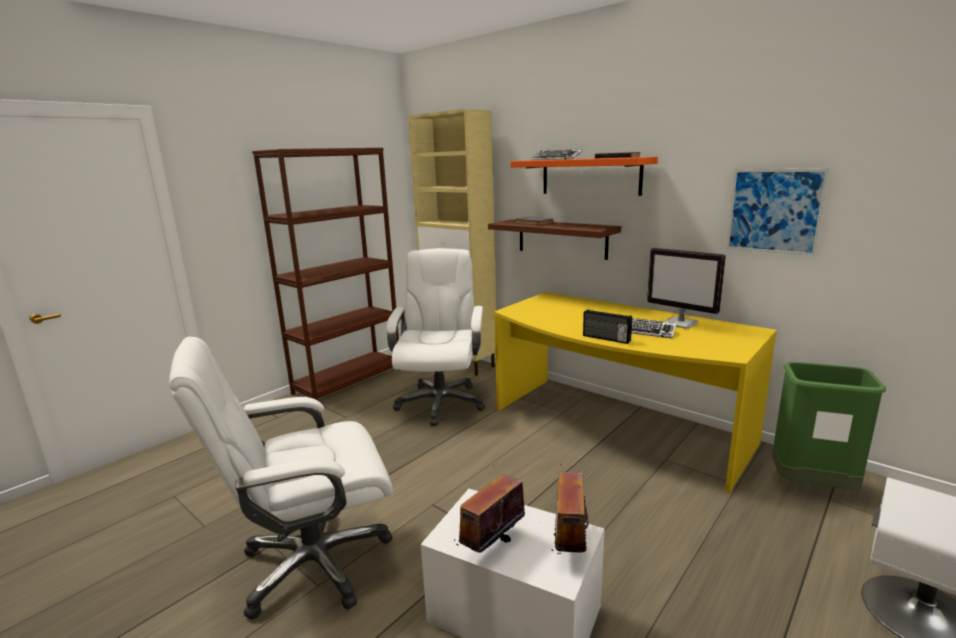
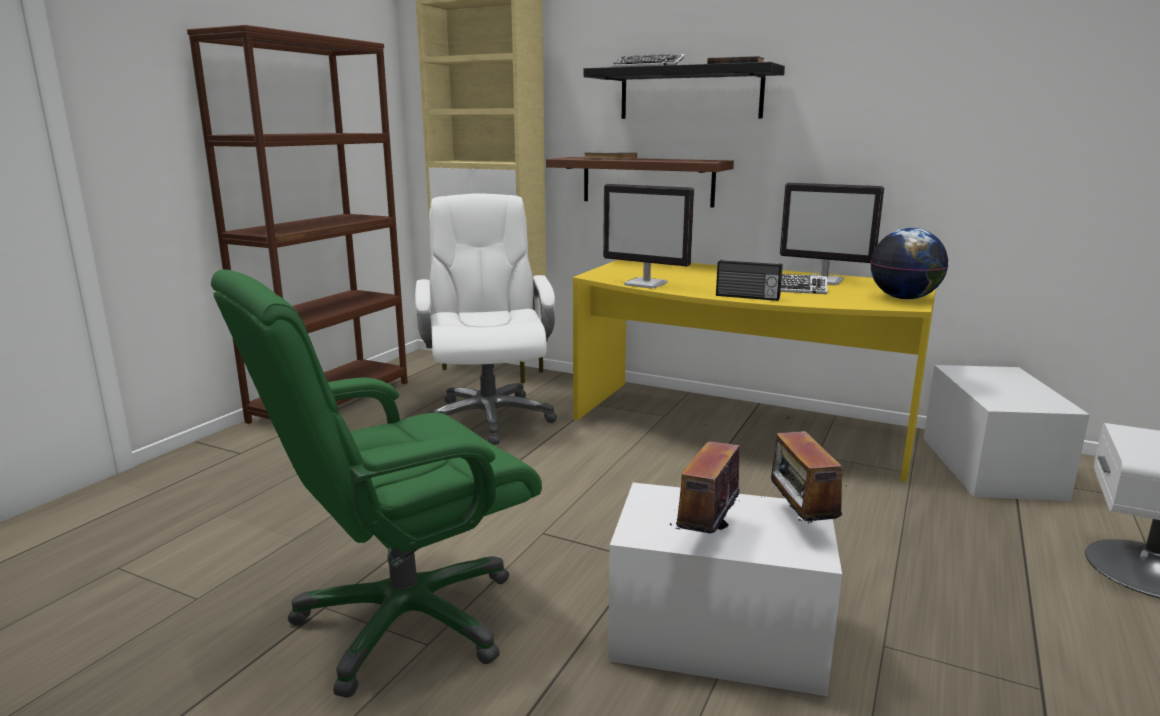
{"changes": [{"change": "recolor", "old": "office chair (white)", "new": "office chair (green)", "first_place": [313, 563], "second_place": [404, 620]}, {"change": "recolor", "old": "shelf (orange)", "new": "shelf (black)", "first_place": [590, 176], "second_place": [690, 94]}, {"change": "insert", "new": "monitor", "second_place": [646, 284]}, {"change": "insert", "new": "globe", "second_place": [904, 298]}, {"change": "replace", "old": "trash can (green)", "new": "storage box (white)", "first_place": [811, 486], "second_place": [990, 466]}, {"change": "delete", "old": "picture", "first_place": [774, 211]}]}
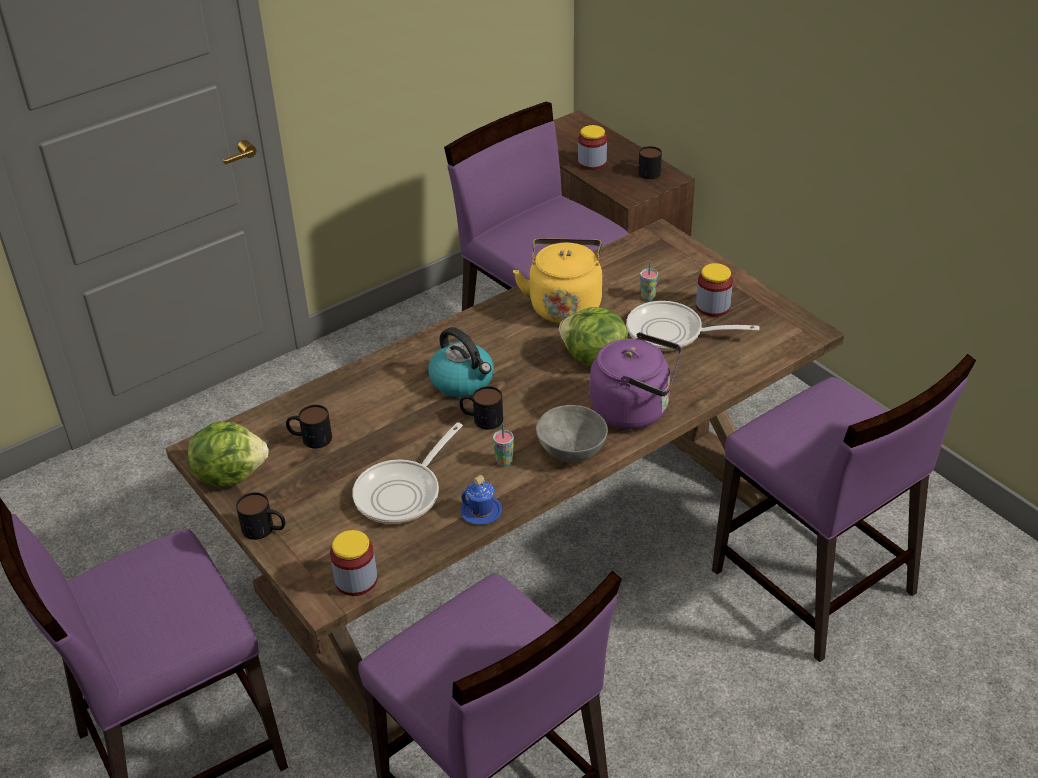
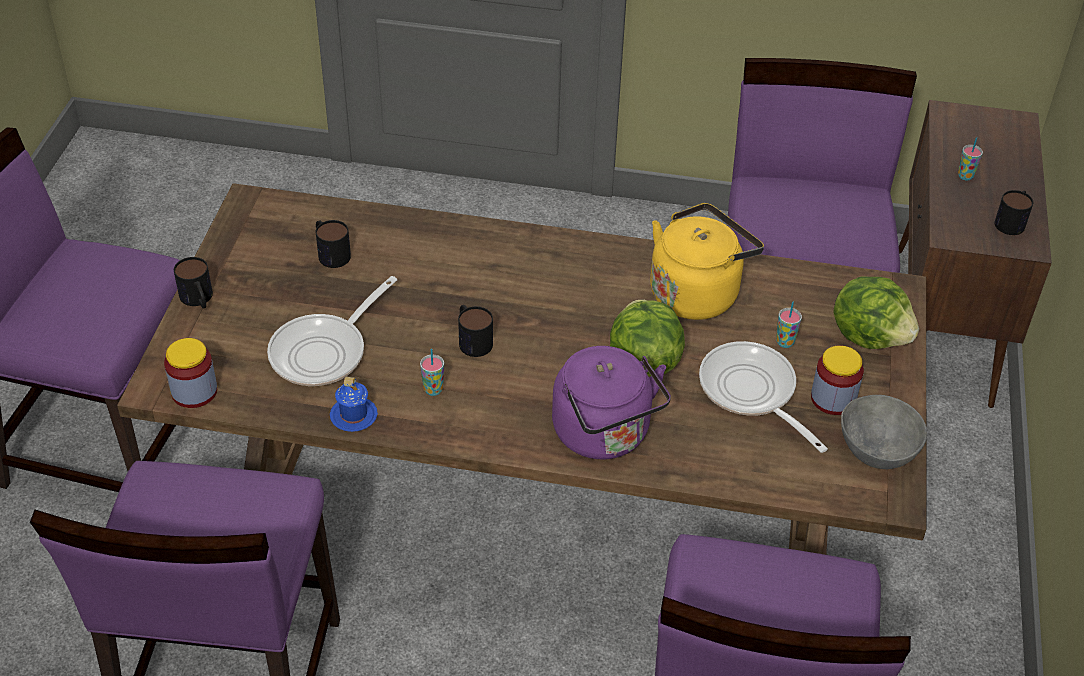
{"changes": [{"change": "rotate", "old": "frying pan", "first_place": [403, 493], "second_place": [324, 351], "degrees": -45}, {"change": "move", "old": "lettuce", "first_place": [230, 474], "second_place": [870, 336]}, {"change": "move", "old": "bowl (grey)", "first_place": [570, 450], "second_place": [876, 450]}, {"change": "replace", "old": "jar", "new": "cup", "first_place": [592, 163], "second_place": [965, 176]}, {"change": "delete", "old": "kettle", "first_place": [463, 381]}]}
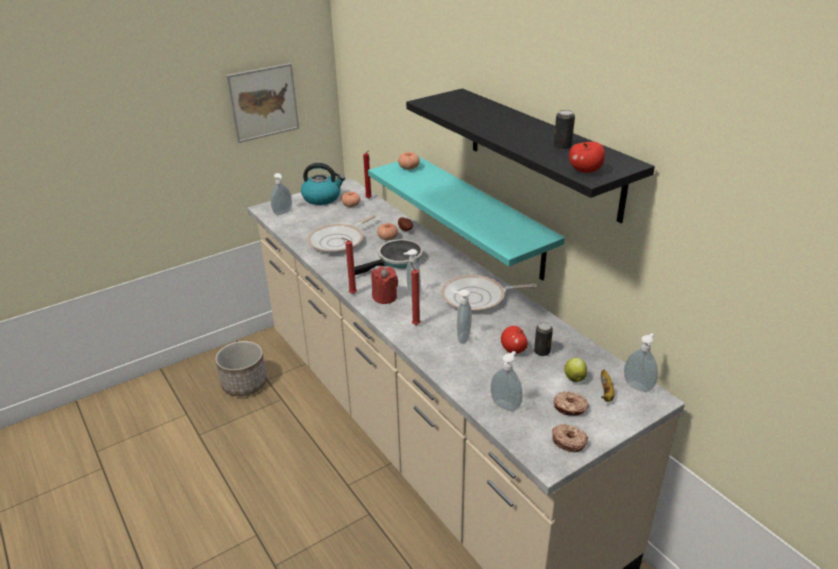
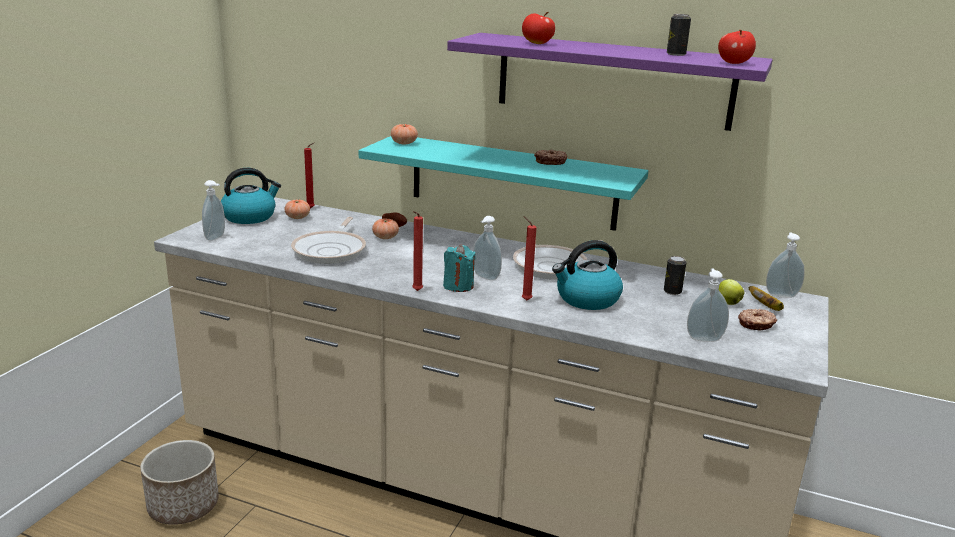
{"changes": [{"change": "recolor", "old": "candle (red)", "new": "candle (turquoise)", "first_place": [385, 297], "second_place": [458, 286]}, {"change": "recolor", "old": "shelf (black)", "new": "shelf (purple)", "first_place": [543, 152], "second_place": [613, 80]}, {"change": "move", "old": "apple", "first_place": [513, 350], "second_place": [537, 43]}, {"change": "move", "old": "donut", "first_place": [569, 441], "second_place": [550, 162]}, {"change": "replace", "old": "soap dispenser", "new": "kettle", "first_place": [462, 338], "second_place": [587, 299]}, {"change": "delete", "old": "picture", "first_place": [263, 102]}, {"change": "delete", "old": "frying pan", "first_place": [397, 261]}]}
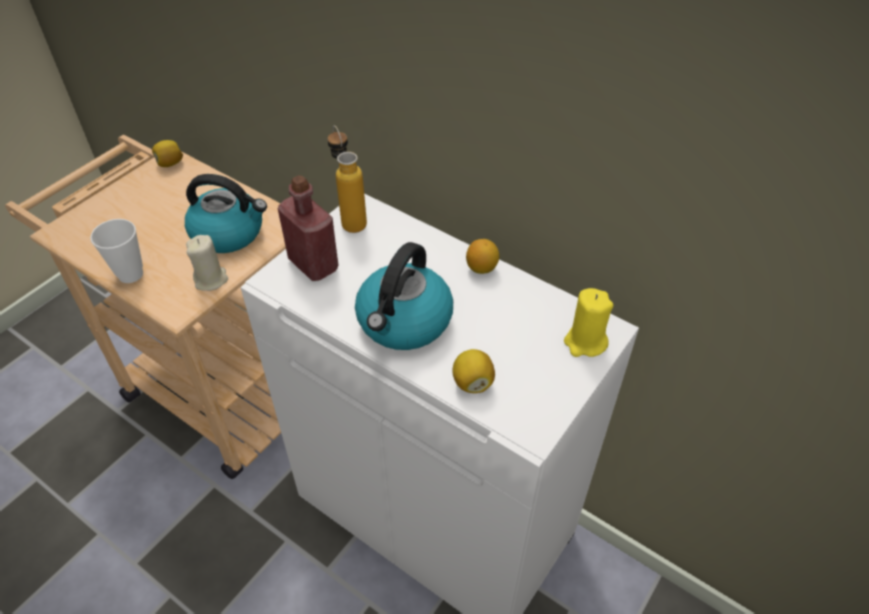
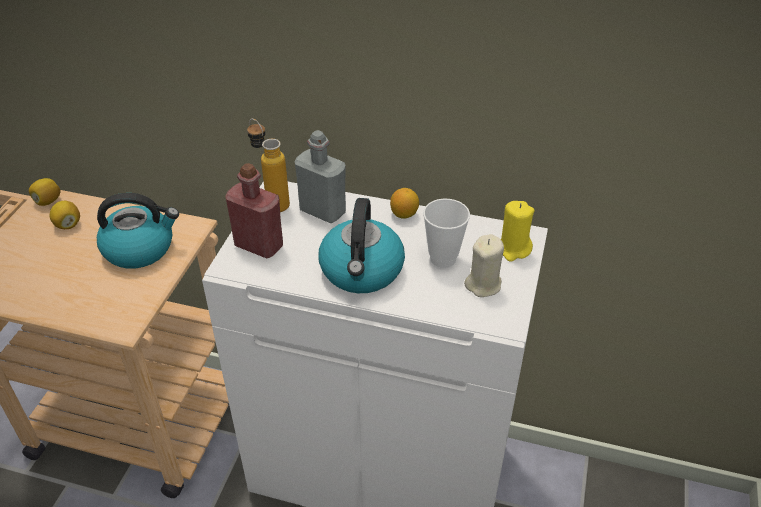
{"changes": [{"change": "move", "old": "lemon", "first_place": [472, 382], "second_place": [68, 224]}, {"change": "insert", "new": "bottle (grey)", "second_place": [323, 211]}, {"change": "move", "old": "cup", "first_place": [130, 274], "second_place": [443, 258]}, {"change": "move", "old": "candle (beige)", "first_place": [211, 279], "second_place": [483, 284]}]}
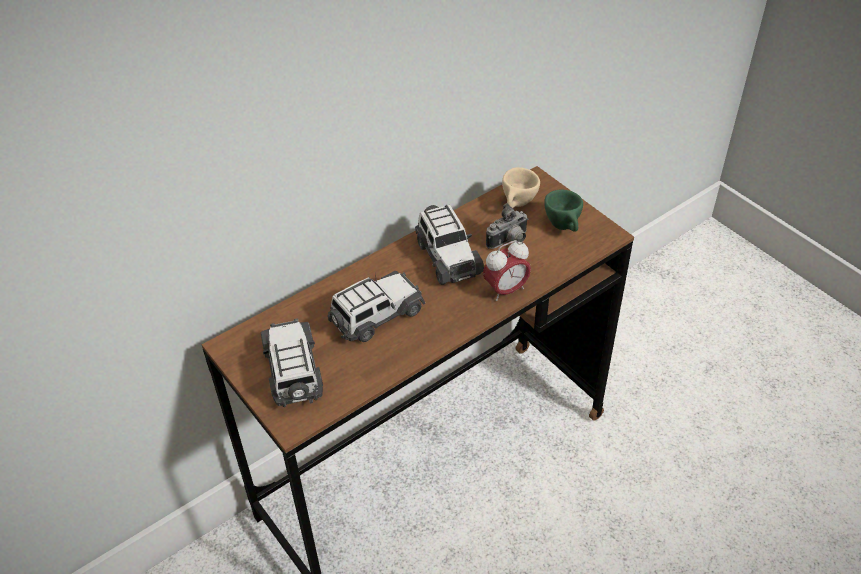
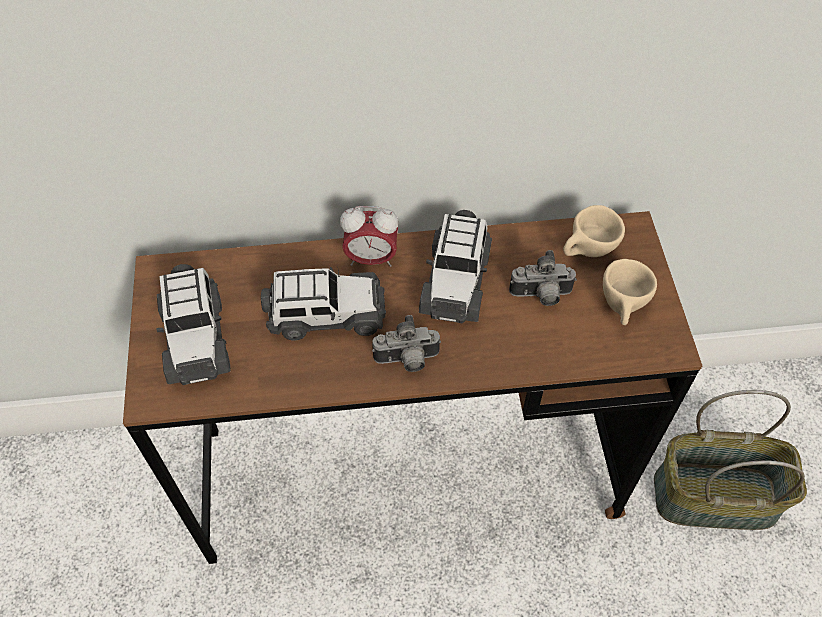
{"changes": [{"change": "rotate", "old": "toy car", "first_place": [294, 372], "second_place": [196, 337], "degrees": 150}, {"change": "move", "old": "alarm clock", "first_place": [506, 290], "second_place": [371, 259]}, {"change": "insert", "new": "photo camera", "second_place": [407, 361]}, {"change": "recolor", "old": "cup (green)", "new": "cup (beige)", "first_place": [564, 227], "second_place": [622, 310]}, {"change": "insert", "new": "basket", "second_place": [715, 495]}]}
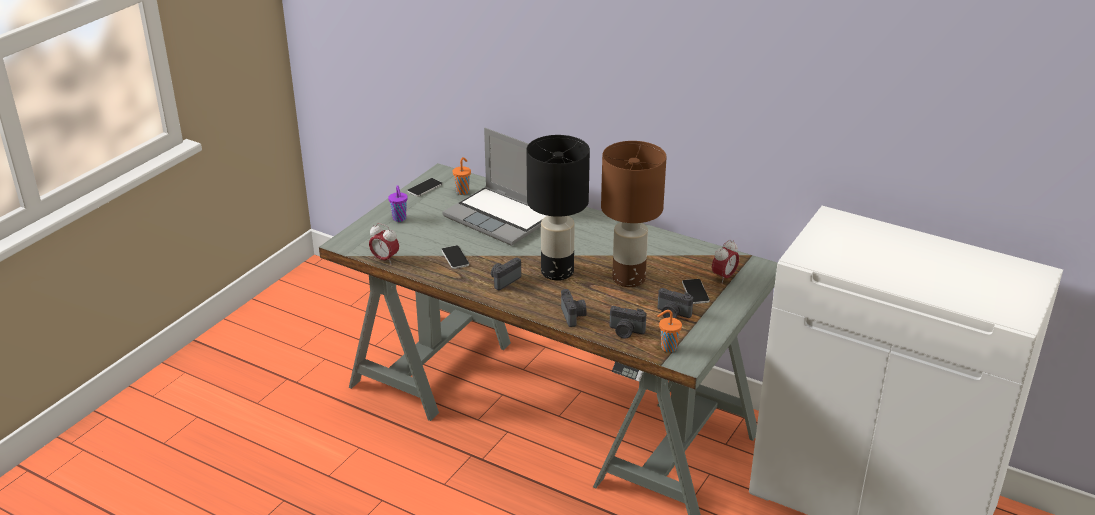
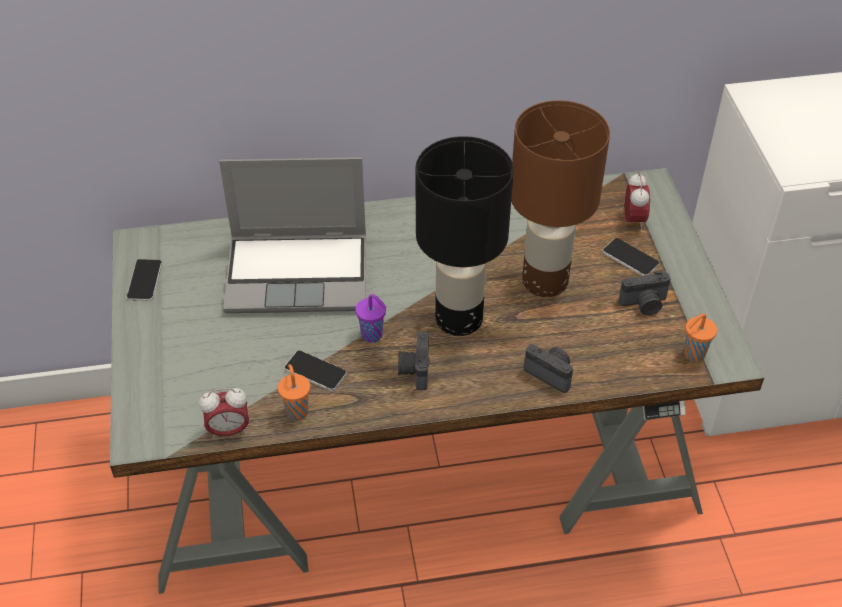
{"changes": [{"change": "move", "old": "cup (orange)", "first_place": [463, 191], "second_place": [297, 411]}, {"change": "move", "old": "cup (purple)", "first_place": [399, 219], "second_place": [373, 335]}, {"change": "delete", "old": "photo camera", "first_place": [625, 332]}]}
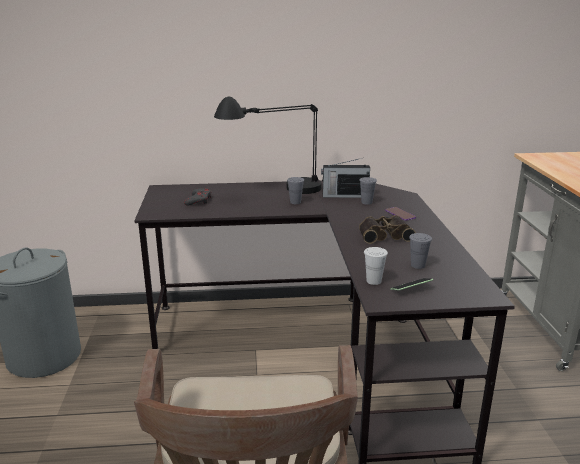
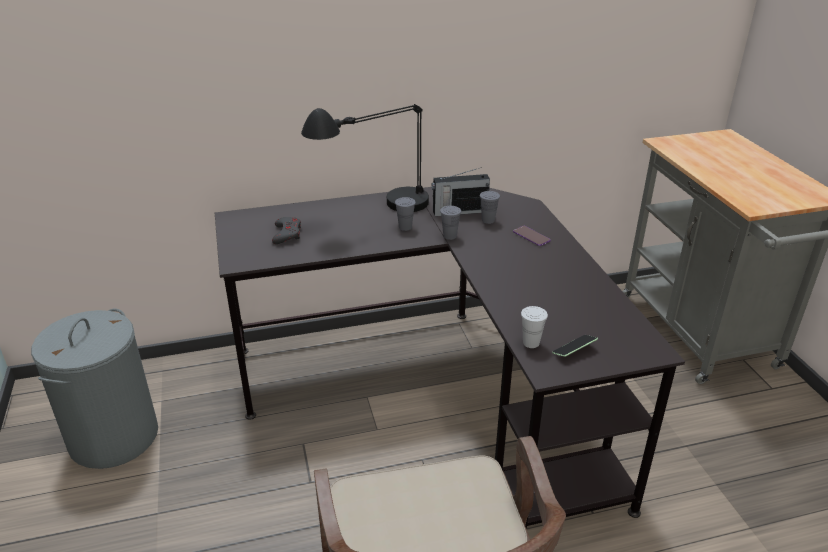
{"changes": [{"change": "move", "old": "cup (grey)", "first_place": [418, 265], "second_place": [449, 236]}, {"change": "delete", "old": "binoculars", "first_place": [384, 235]}]}
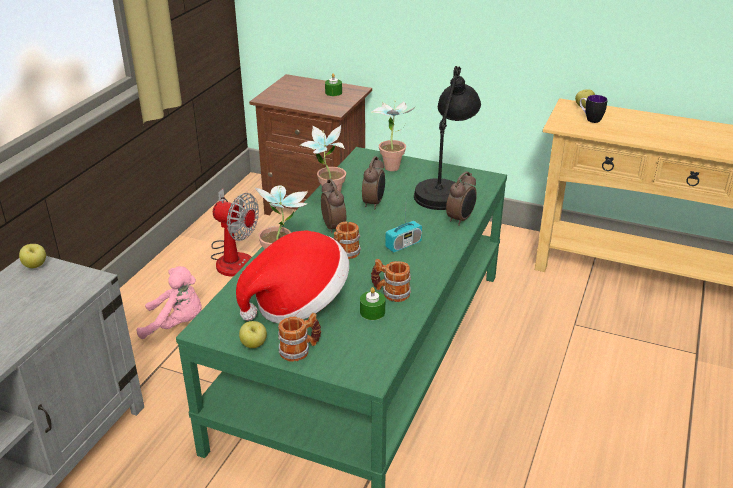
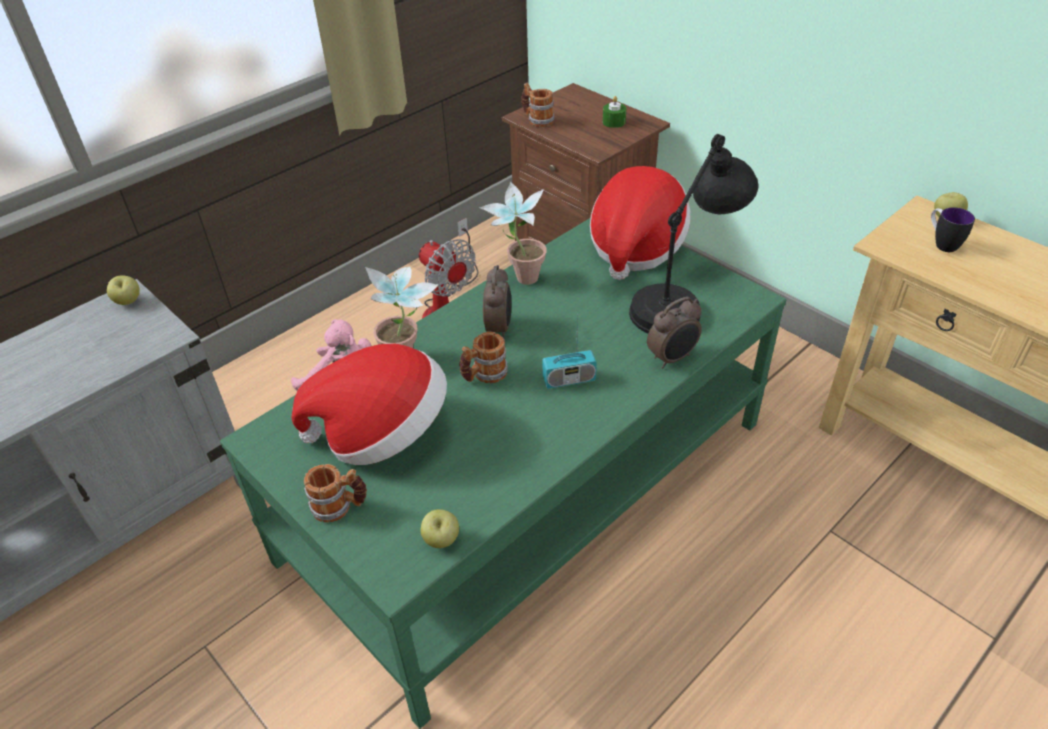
{"changes": [{"change": "move", "old": "apple", "first_place": [254, 345], "second_place": [441, 540]}, {"change": "move", "old": "mug", "first_place": [390, 293], "second_place": [537, 120]}, {"change": "replace", "old": "potted plant", "new": "hat", "first_place": [392, 165], "second_place": [635, 247]}, {"change": "delete", "old": "candle (green)", "first_place": [372, 312]}, {"change": "delete", "old": "alarm clock", "first_place": [374, 203]}]}
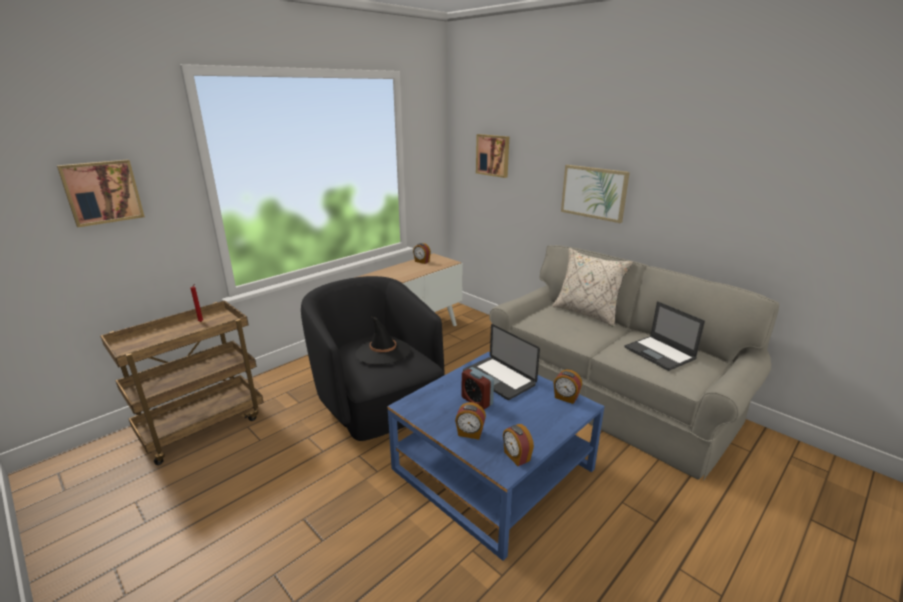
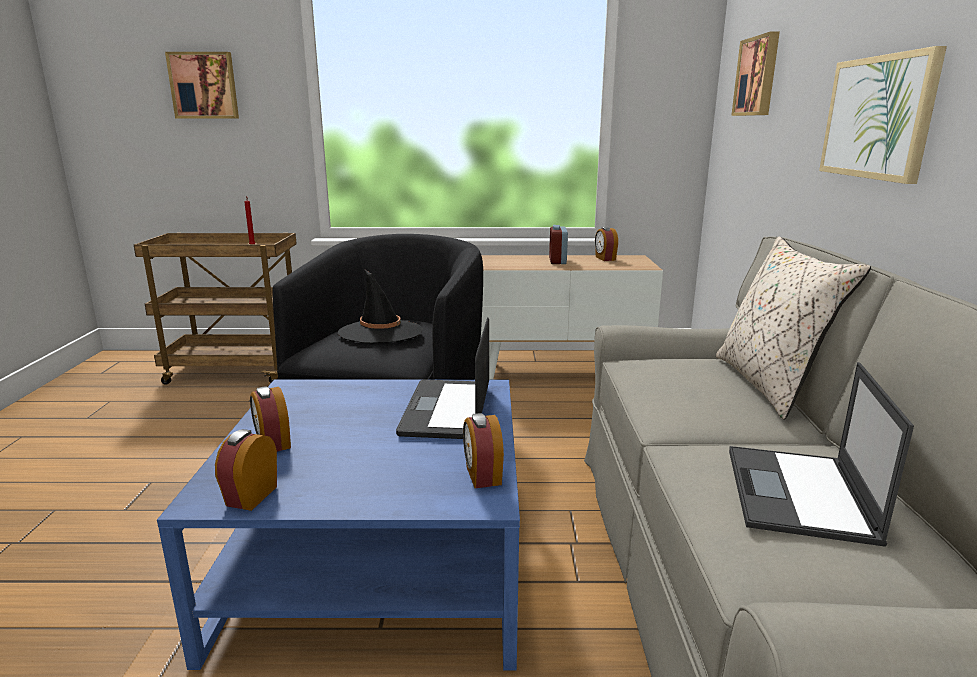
{"changes": [{"change": "move", "old": "alarm clock", "first_place": [477, 401], "second_place": [557, 261]}]}
